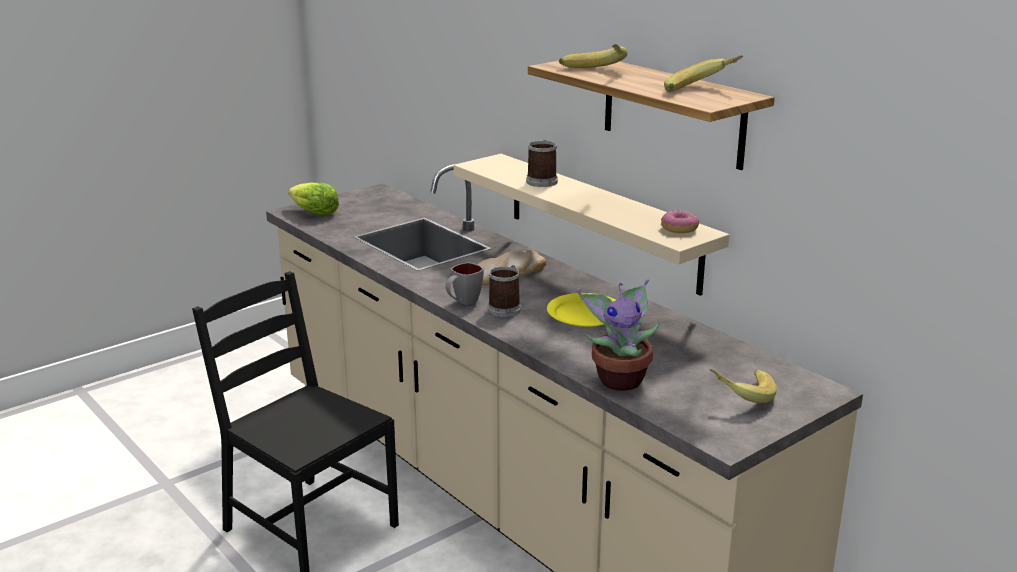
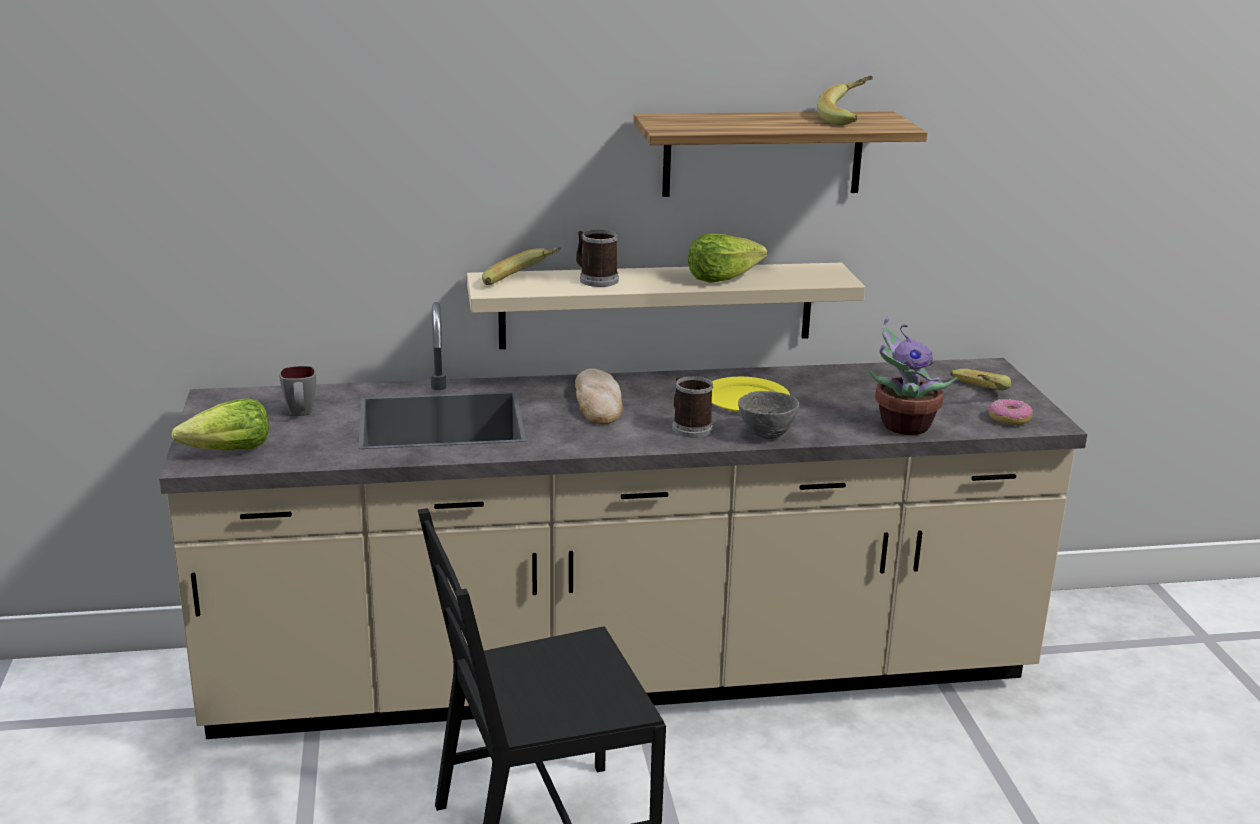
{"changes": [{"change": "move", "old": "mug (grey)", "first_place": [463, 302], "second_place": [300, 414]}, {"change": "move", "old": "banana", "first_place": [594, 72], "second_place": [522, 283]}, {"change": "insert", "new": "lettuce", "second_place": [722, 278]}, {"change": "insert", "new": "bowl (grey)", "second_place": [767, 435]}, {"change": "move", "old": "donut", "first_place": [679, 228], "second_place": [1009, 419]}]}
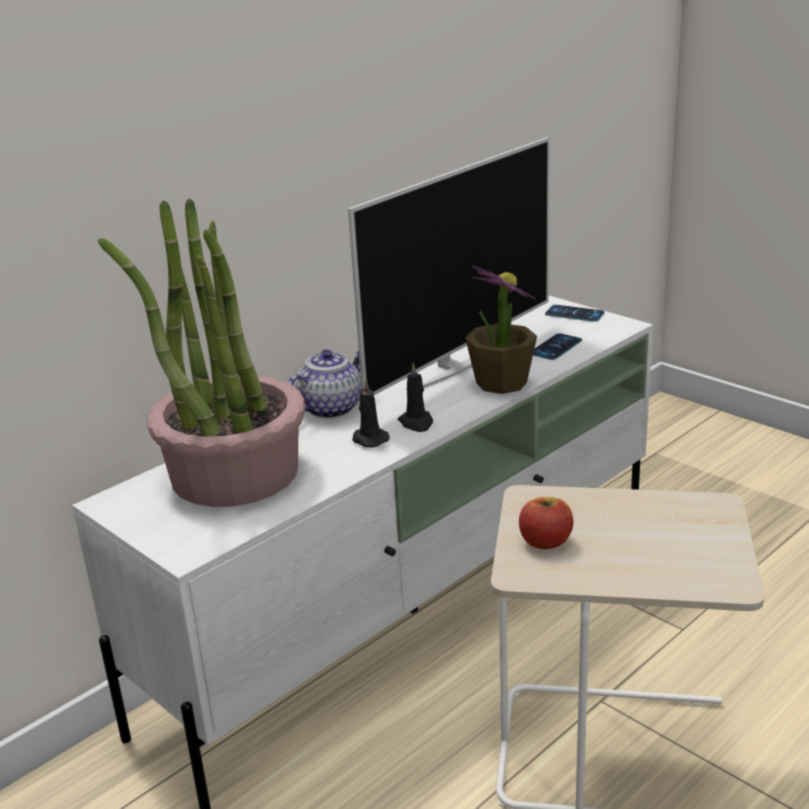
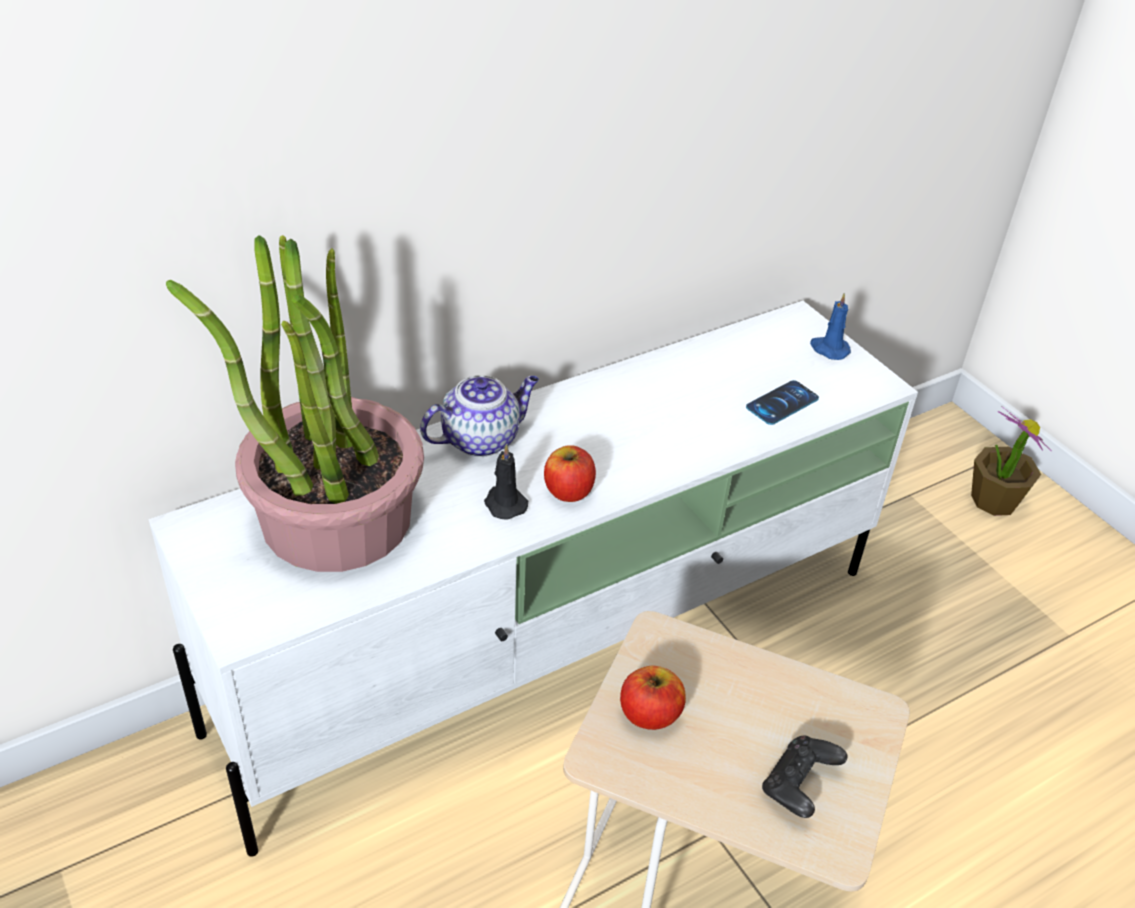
{"changes": [{"change": "replace", "old": "candle (black)", "new": "apple", "first_place": [416, 423], "second_place": [568, 491]}, {"change": "insert", "new": "game controller (black)", "second_place": [799, 786]}, {"change": "replace", "old": "phone", "new": "candle (blue)", "first_place": [574, 314], "second_place": [829, 349]}, {"change": "move", "old": "potted plant", "first_place": [501, 382], "second_place": [993, 500]}, {"change": "delete", "old": "television", "first_place": [454, 366]}]}
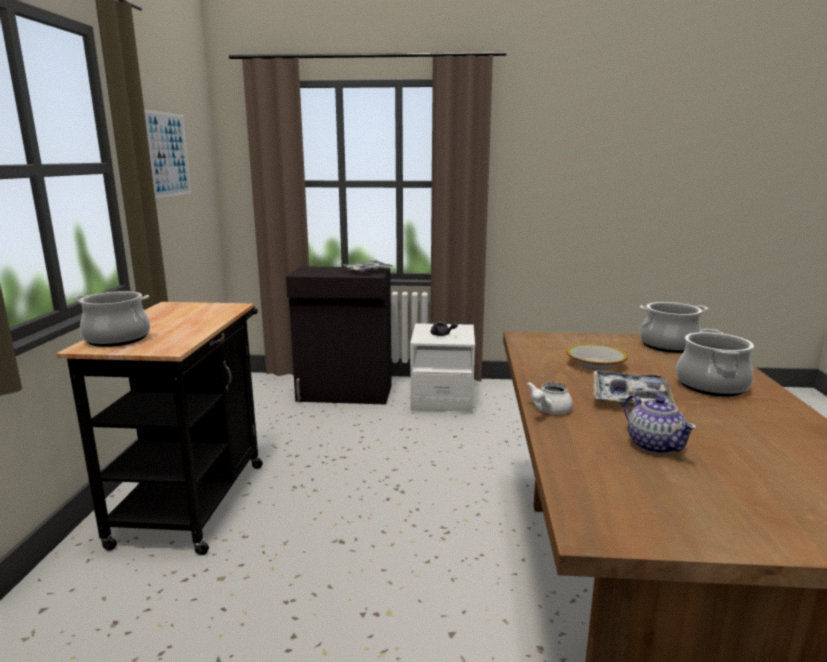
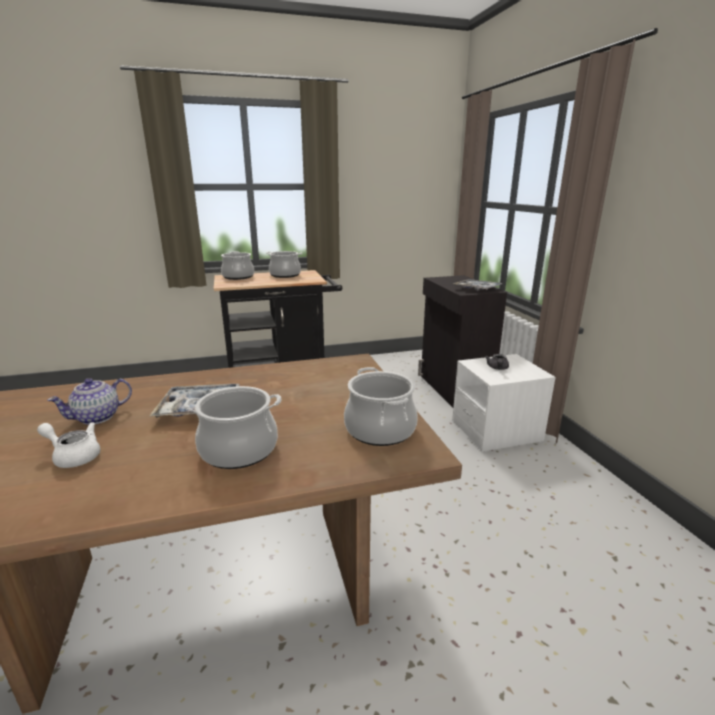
{"changes": [{"change": "move", "old": "teapot (white)", "first_place": [548, 410], "second_place": [74, 456]}, {"change": "insert", "new": "cooking pot", "second_place": [285, 275]}, {"change": "delete", "old": "picture", "first_place": [168, 154]}, {"change": "delete", "old": "bowl", "first_place": [595, 364]}]}
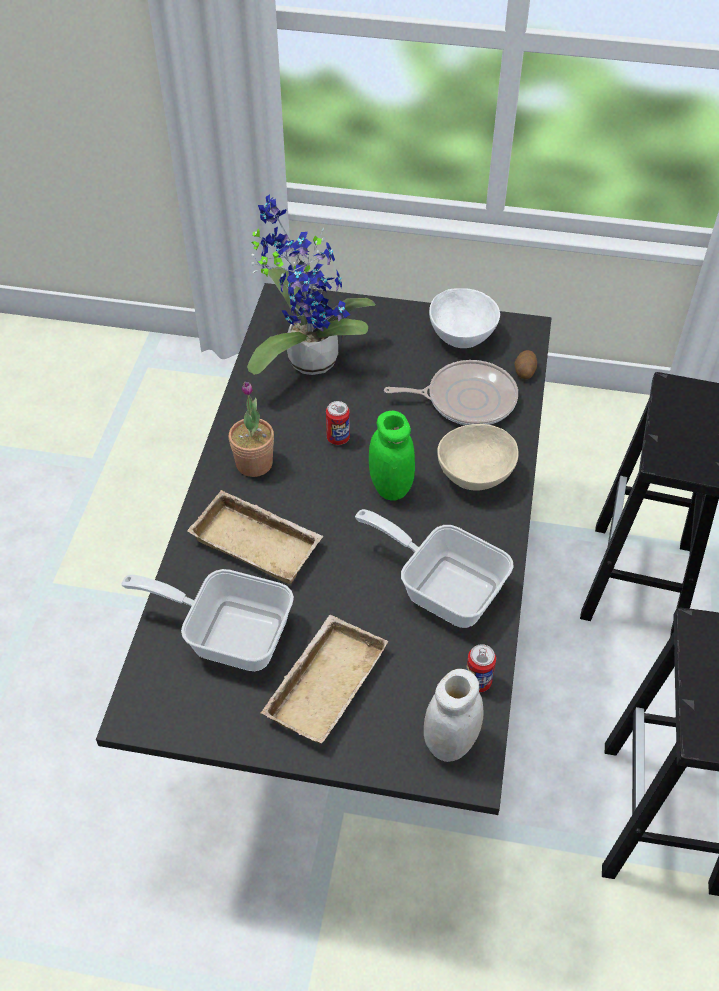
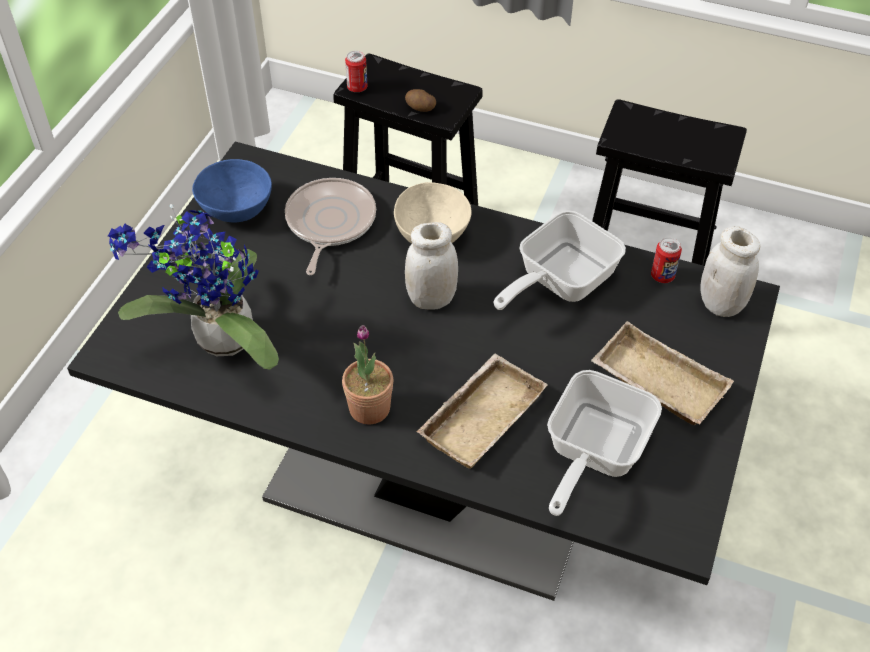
{"changes": [{"change": "recolor", "old": "bowl (white)", "new": "bowl (blue)", "first_place": [462, 335], "second_place": [235, 209]}, {"change": "move", "old": "can", "first_place": [338, 438], "second_place": [357, 87]}, {"change": "move", "old": "potato", "first_place": [524, 371], "second_place": [420, 108]}, {"change": "recolor", "old": "jar (green)", "new": "jar (white)", "first_place": [390, 487], "second_place": [431, 299]}]}
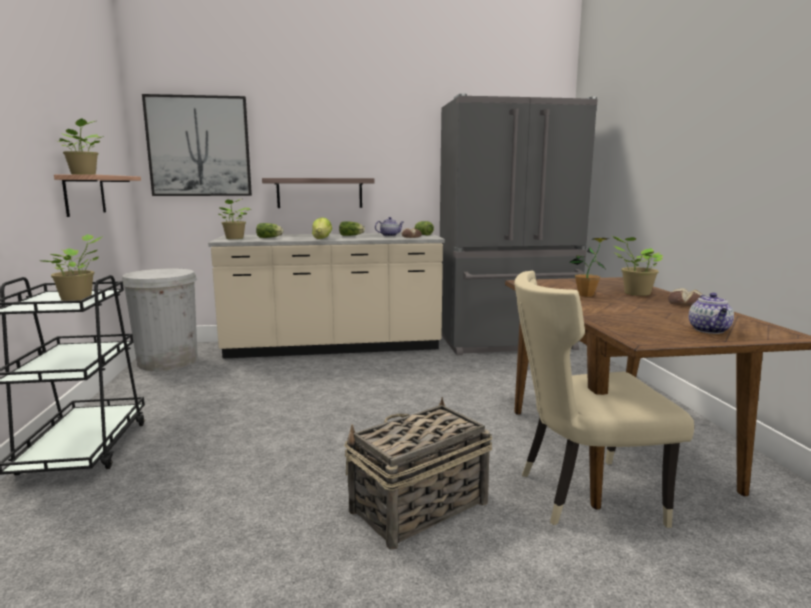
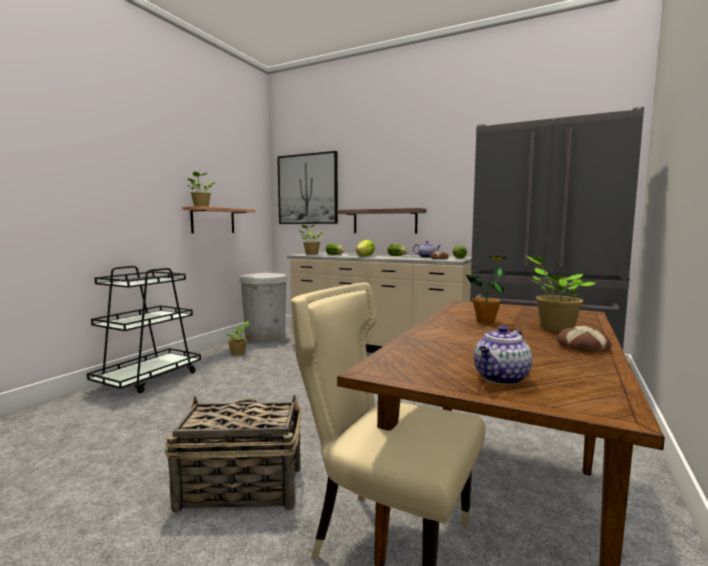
{"changes": [{"change": "move", "old": "potted plant", "first_place": [79, 298], "second_place": [239, 353]}]}
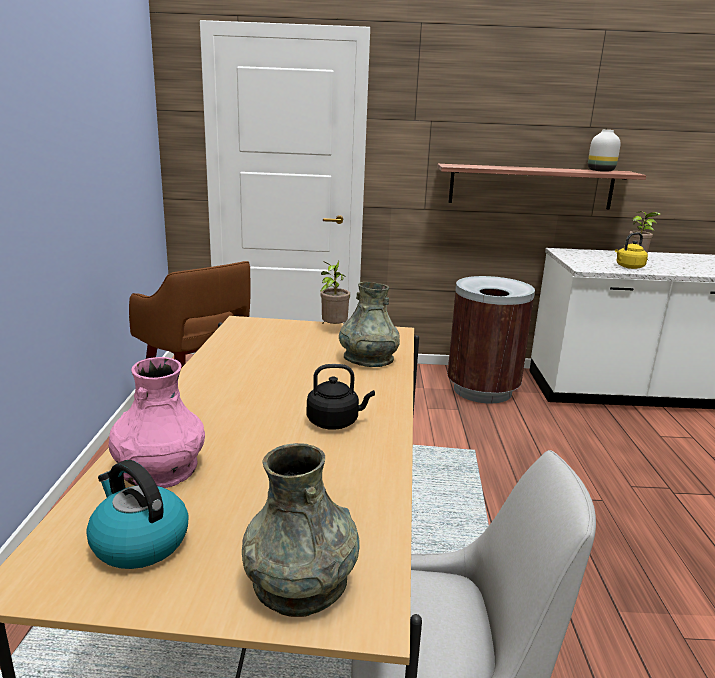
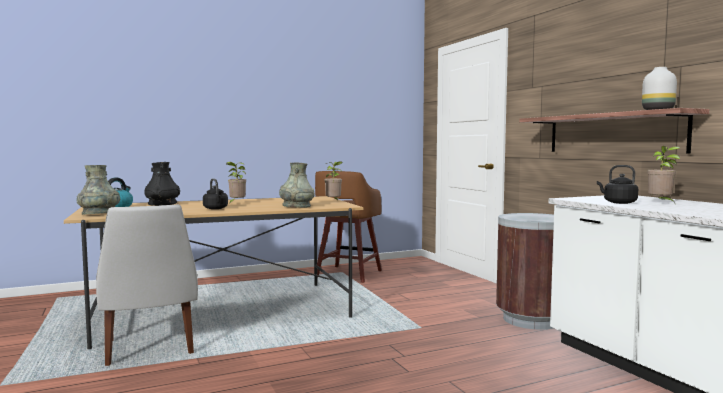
{"changes": [{"change": "recolor", "old": "vase (pink)", "new": "vase (black)", "first_place": [159, 468], "second_place": [162, 204]}, {"change": "insert", "new": "potted plant", "second_place": [236, 203]}, {"change": "recolor", "old": "kettle (yellow)", "new": "kettle (black)", "first_place": [628, 267], "second_place": [618, 202]}]}
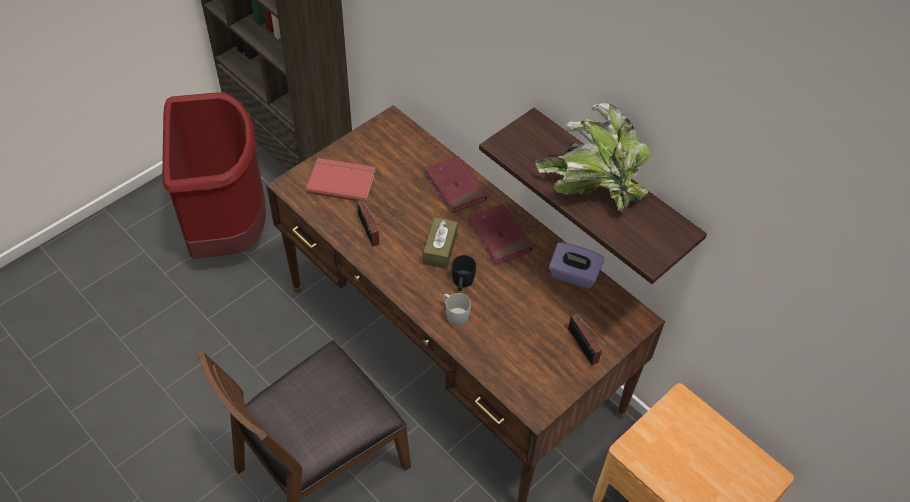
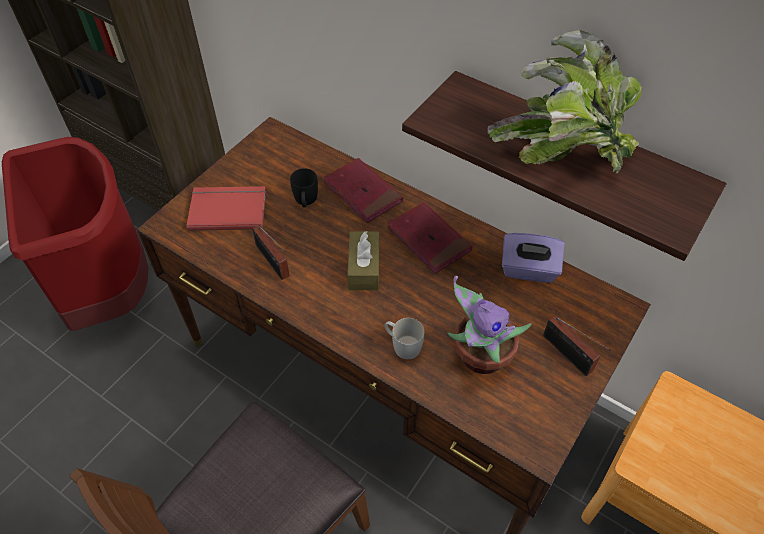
{"changes": [{"change": "move", "old": "mug (black)", "first_place": [462, 283], "second_place": [305, 201]}, {"change": "insert", "new": "potted plant", "second_place": [479, 357]}]}
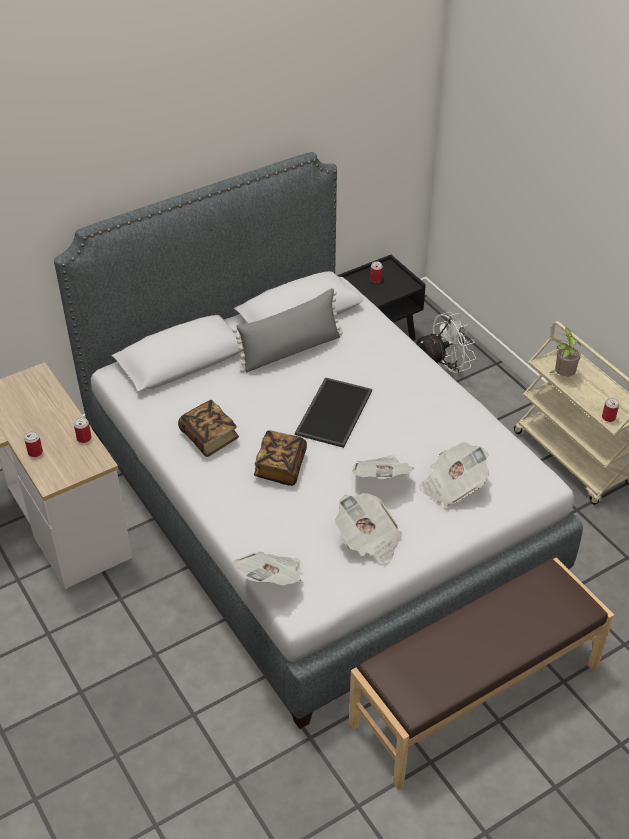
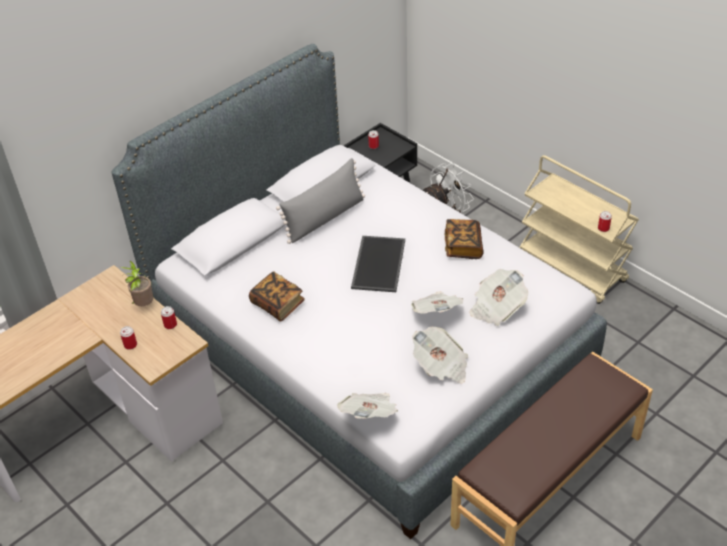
{"changes": [{"change": "move", "old": "potted plant", "first_place": [562, 376], "second_place": [143, 305]}, {"change": "move", "old": "book", "first_place": [280, 467], "second_place": [463, 247]}]}
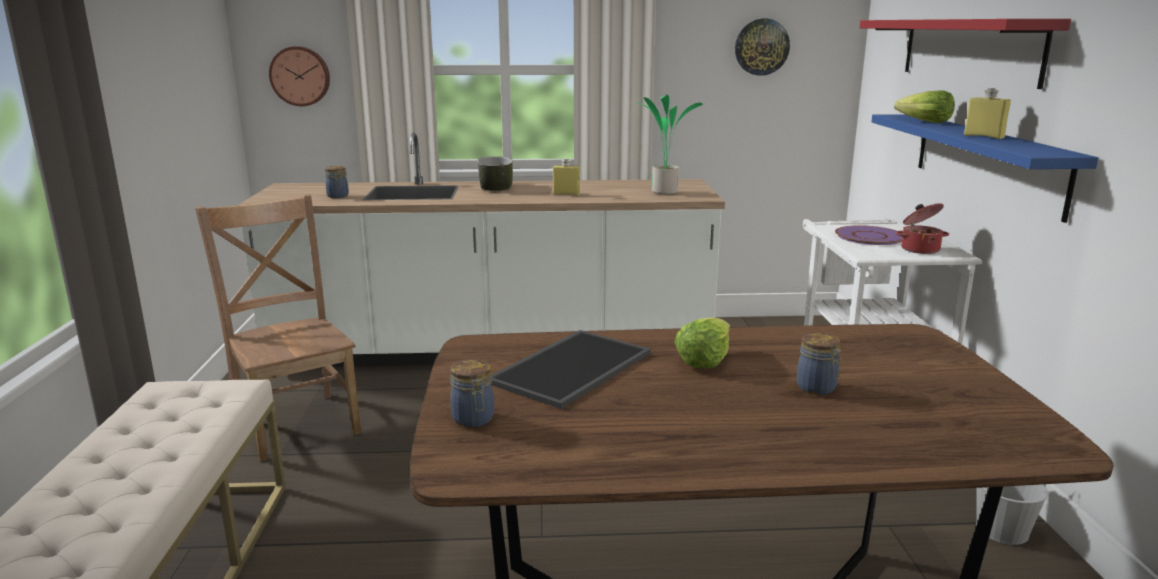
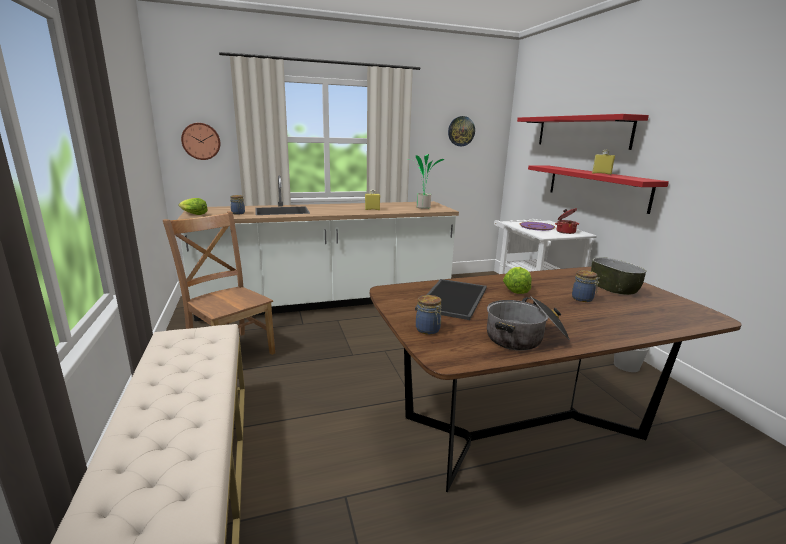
{"changes": [{"change": "move", "old": "lettuce", "first_place": [924, 122], "second_place": [193, 214]}, {"change": "insert", "new": "cooking pot", "second_place": [525, 338]}, {"change": "recolor", "old": "shelf (blue)", "new": "shelf (red)", "first_place": [986, 161], "second_place": [596, 186]}, {"change": "move", "old": "bowl", "first_place": [495, 187], "second_place": [613, 288]}]}
